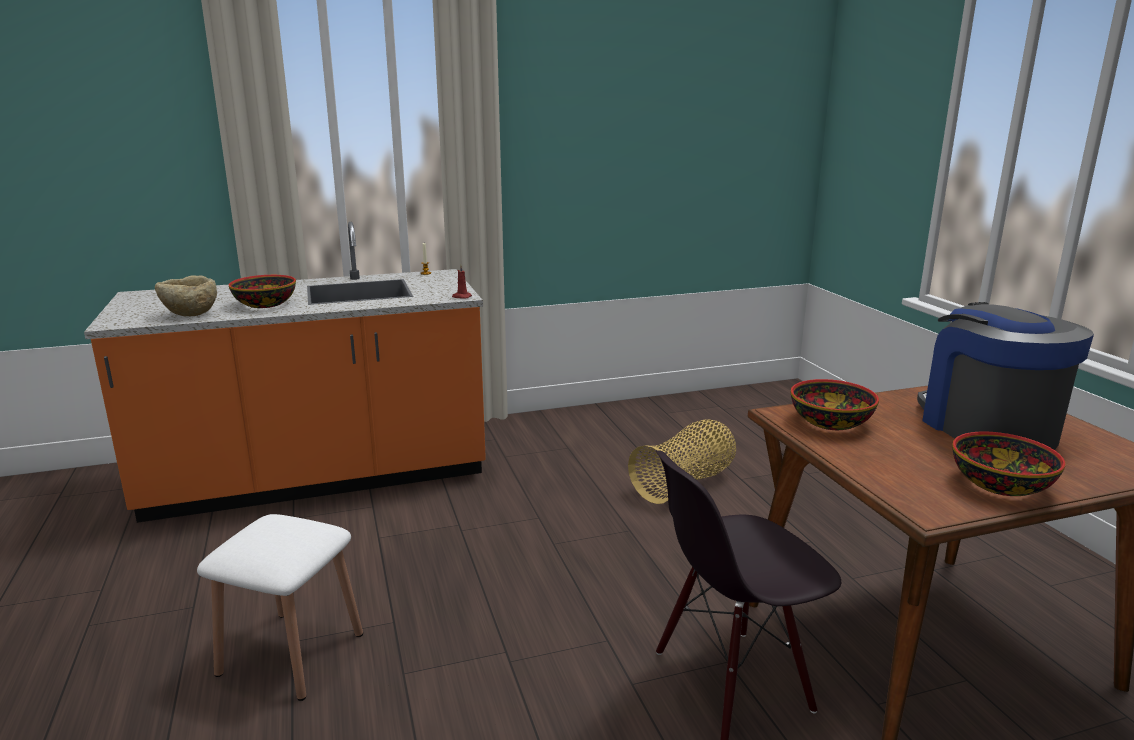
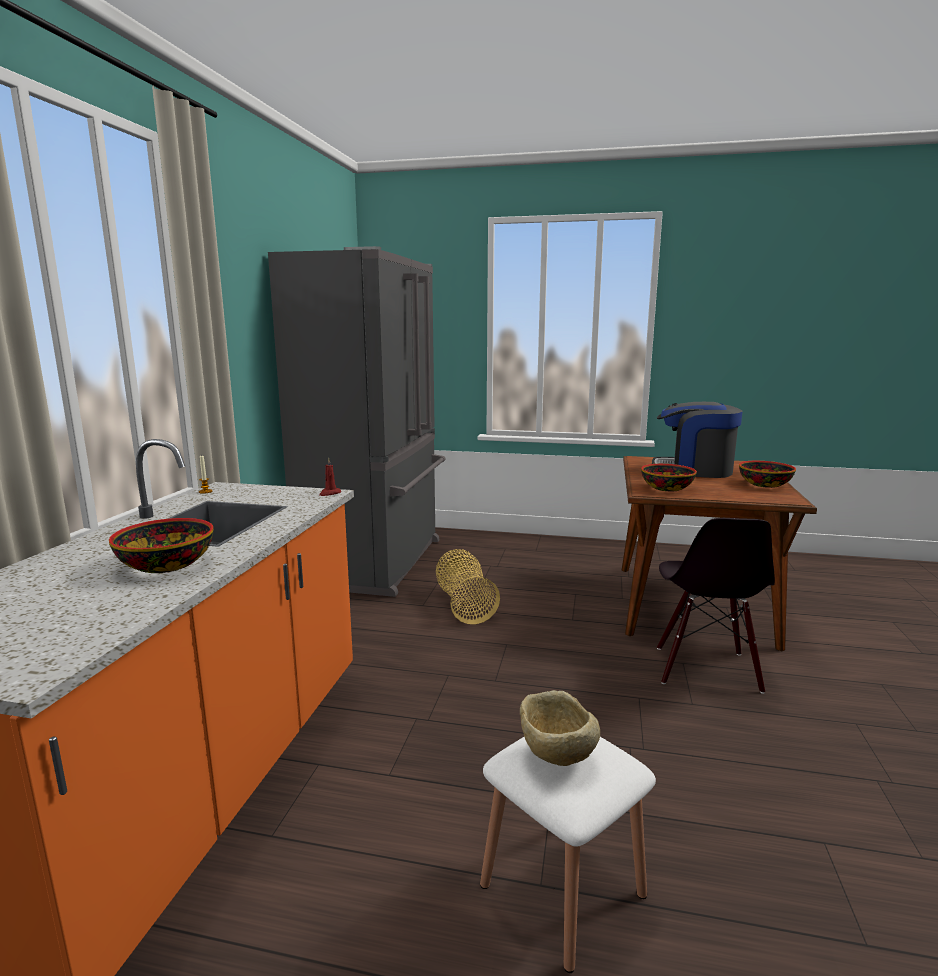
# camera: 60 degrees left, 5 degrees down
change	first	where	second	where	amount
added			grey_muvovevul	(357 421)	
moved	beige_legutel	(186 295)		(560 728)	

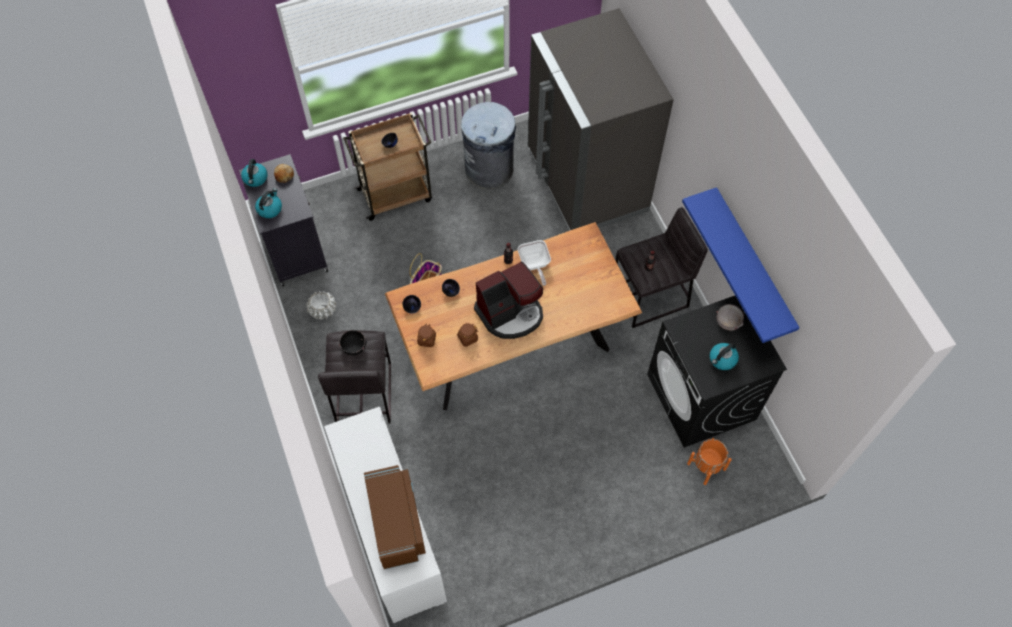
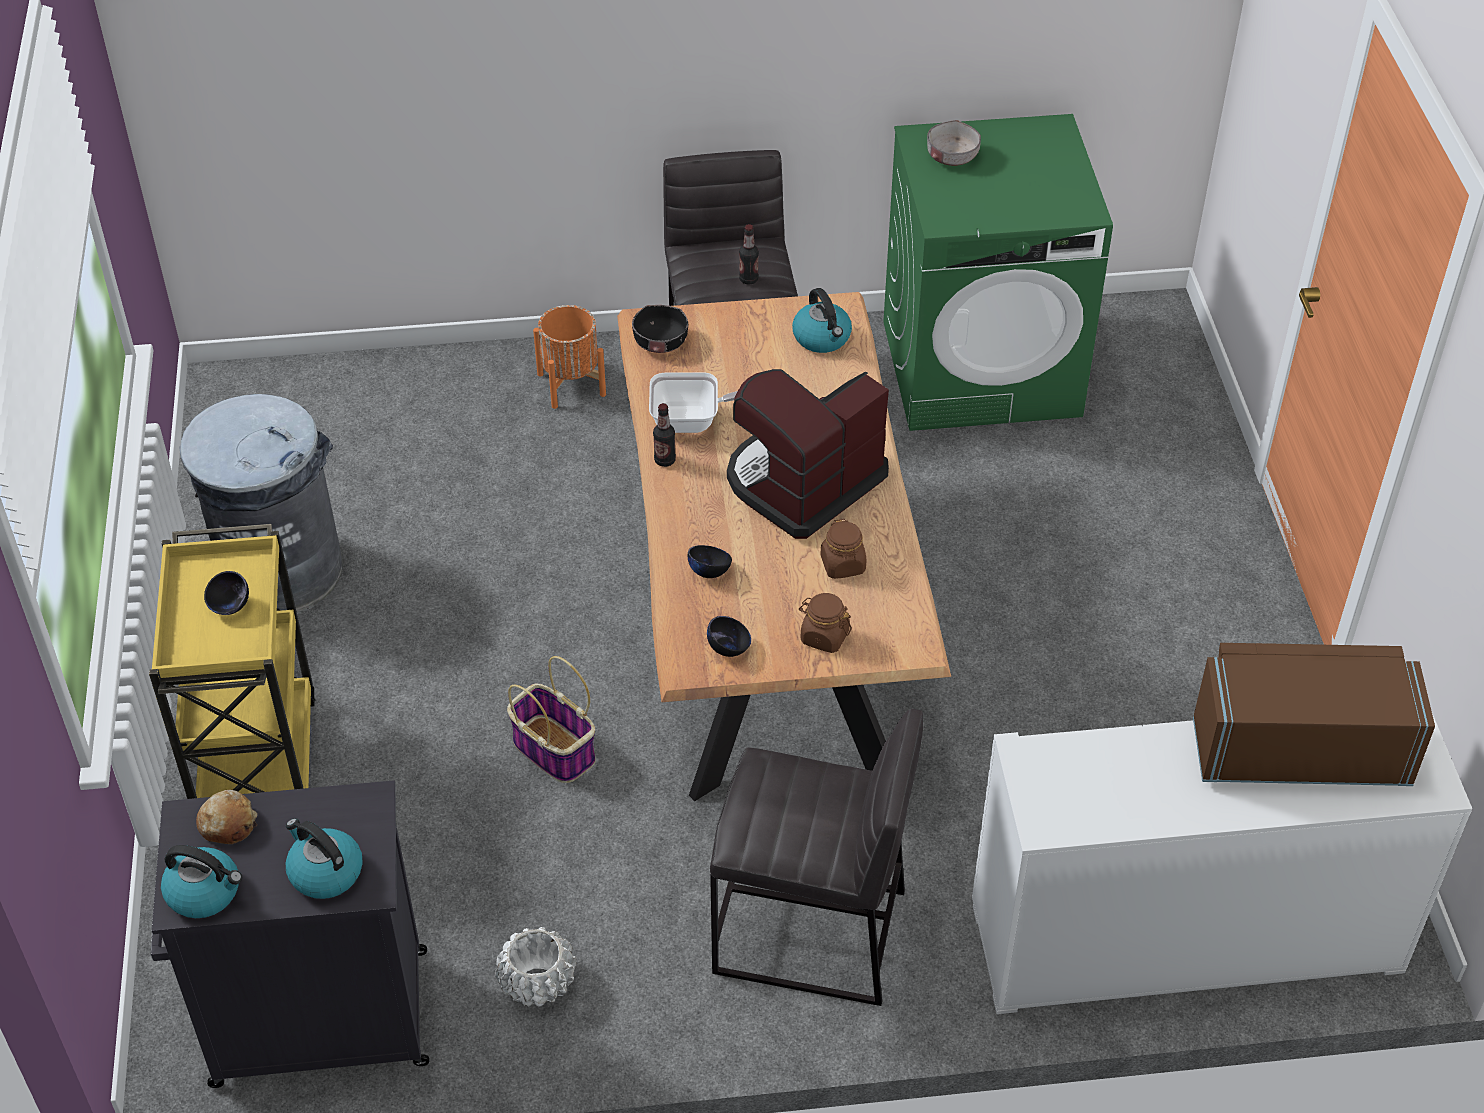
# camera: 75 degrees left, 15 degrees down
change	first	where	second	where	amount
removed	grey_muvovevul	(601 119)			
removed	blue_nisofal	(741 265)			
moved	black_legutel	(353 342)		(660 329)	
moved	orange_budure	(709 461)		(569 357)	
moved	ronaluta	(724 356)		(822 320)	
recoloured	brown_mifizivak	(387 166)	yellow_mifizivak	(232 661)	
recoloured	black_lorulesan	(717 372)	green_lorulesan	(998 272)	
turned	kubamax	(508 300)		(808 454)	120 degrees counterclockwise

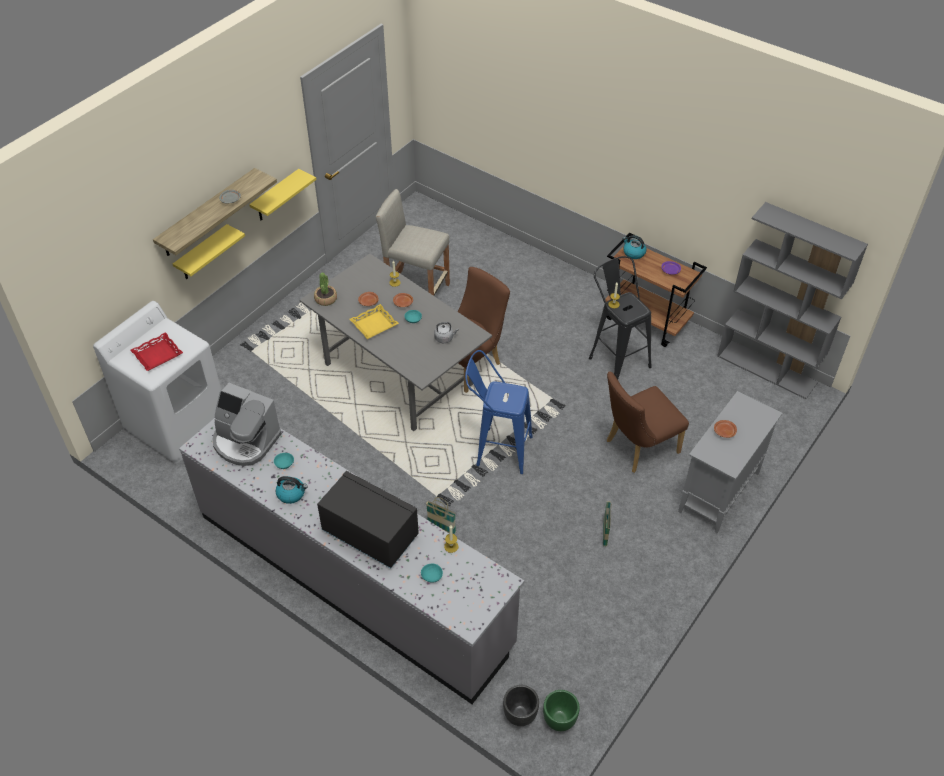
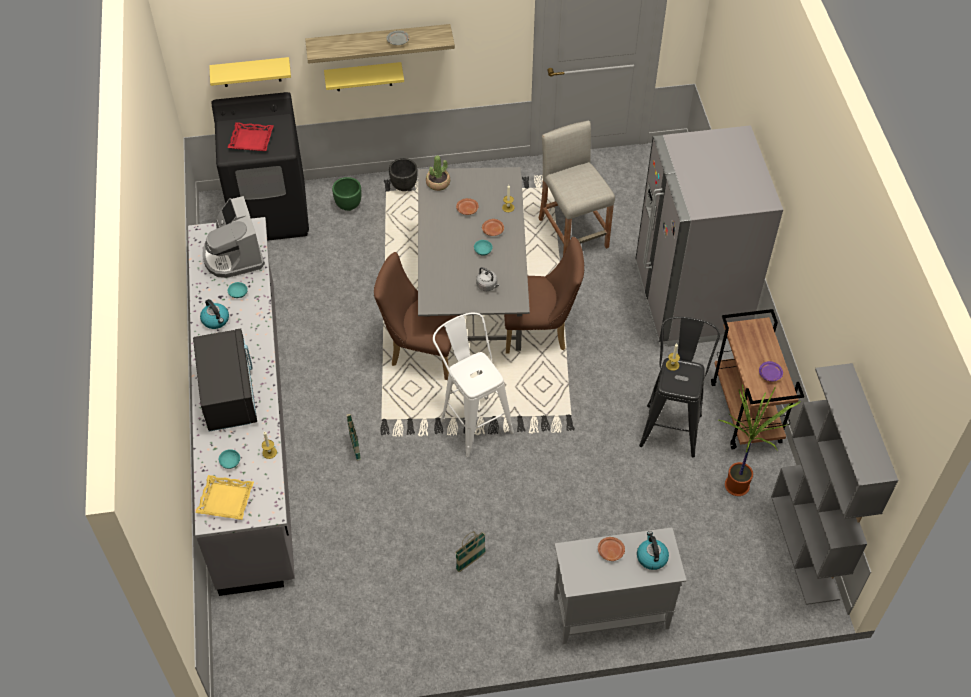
# camera: 45 degrees right, 5 degrees up
change	first	where	second	where	amount
added			grey_muvovevul	(709 236)	
added			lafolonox	(760 440)	
moved	yellow_nisofal	(282 194)		(250 72)	
moved	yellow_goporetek	(374 321)		(224 497)	
moved	black_budure	(521 705)		(403 174)	
moved	green_budure	(561 710)		(346 194)	
moved	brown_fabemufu	(648 422)		(417 316)	
moved	ronaluta	(634 247)		(653 550)	
recoloured	white_lorulesan	(157 382)	black_lorulesan	(260 166)	
recoloured	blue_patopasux	(499 412)	white_patopasux	(473 385)	

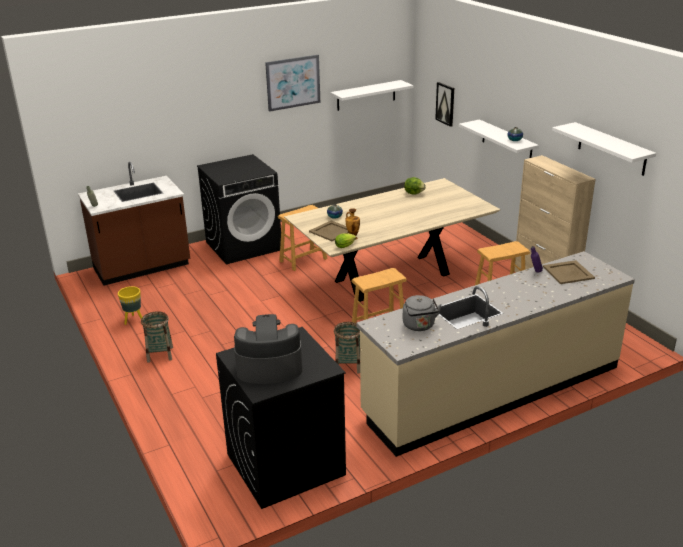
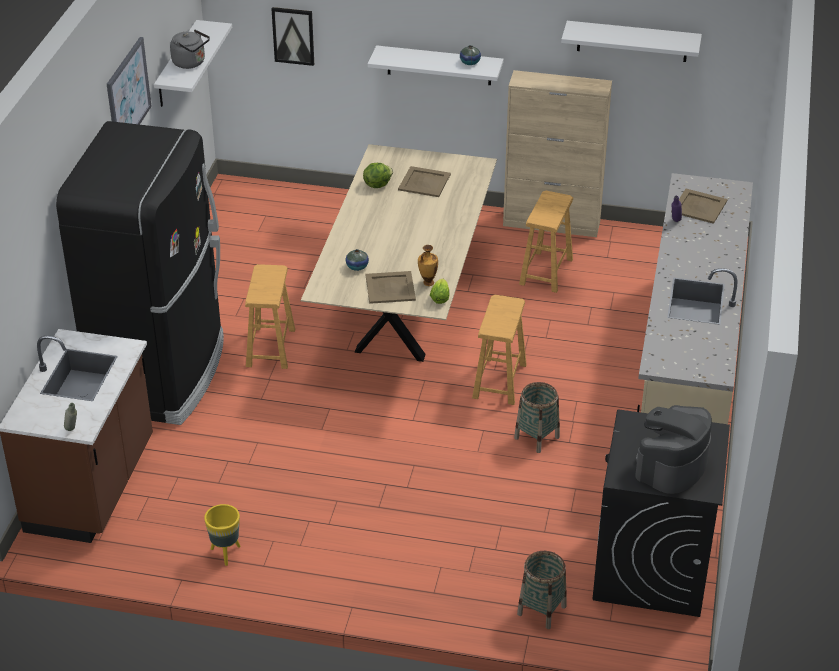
# camera: 50 degrees left, 10 degrees up
change	first	where	second	where	amount
added			beige_goporetek	(424 181)	
moved	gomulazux	(157 337)		(542 590)	
moved	grey_ronaluta	(422 313)		(190 49)	
replaced	black_lorulesan	(239 209)	black_muvovevul	(140 273)	

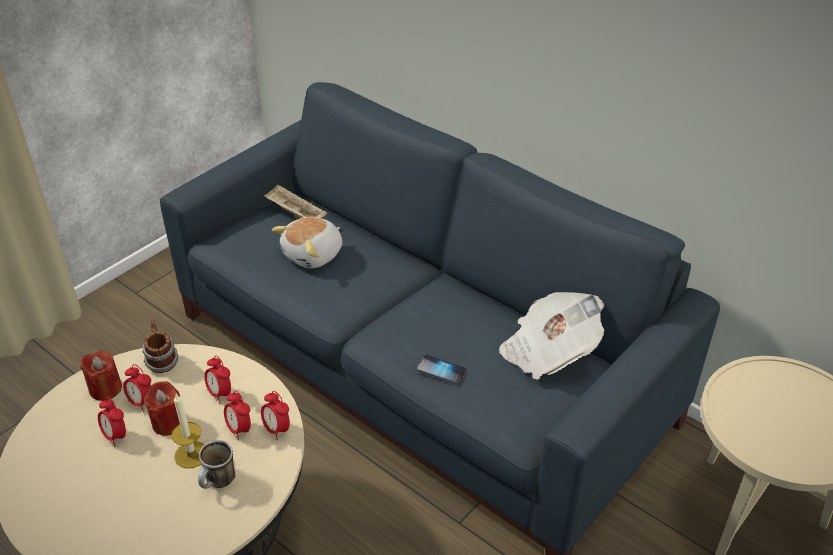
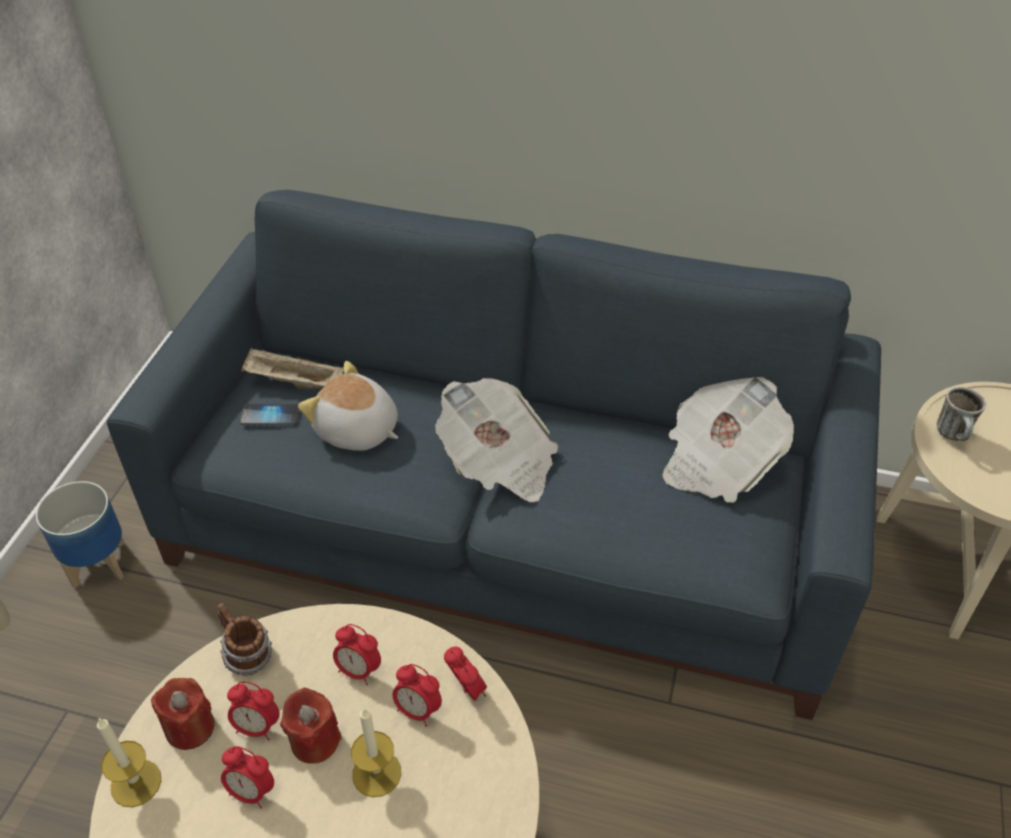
# camera: 25 degrees left, 5 degrees up
change	first	where	second	where	amount
added			budure	(80 534)	
added			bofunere	(129 762)	
added			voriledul	(496 440)	
moved	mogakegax	(216 464)		(961 414)	
moved	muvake	(442 370)		(269 415)	
turned	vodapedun	(275 415)		(465 674)	150 degrees counterclockwise
turned	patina	(307 243)		(348 406)	105 degrees clockwise

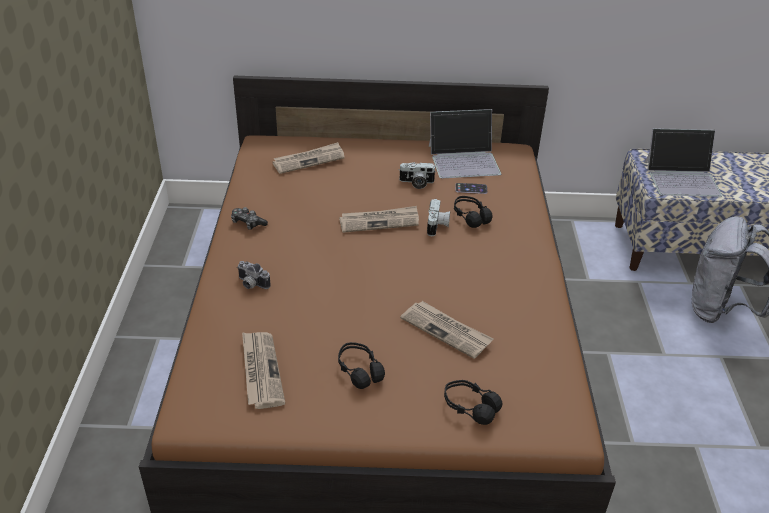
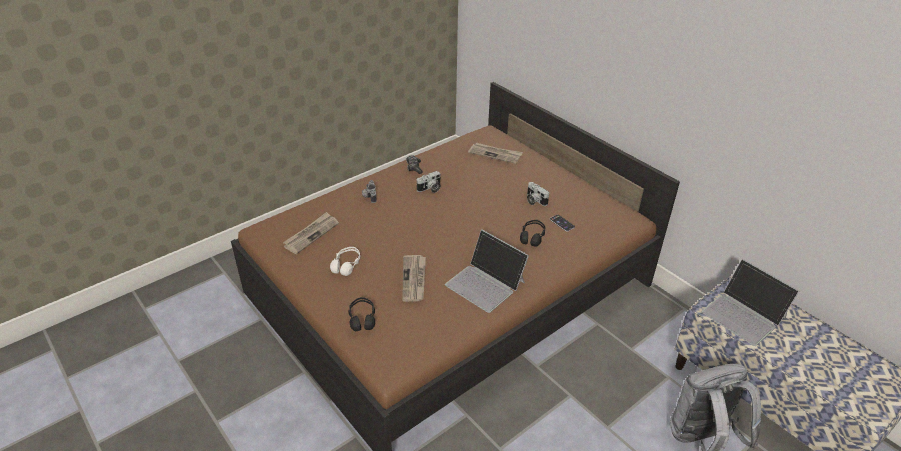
# camera: 50 degrees right, 0 degrees up
change	first	where	second	where	amount
removed	voriledul	(379 219)			
moved	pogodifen	(438 217)		(428 182)	
moved	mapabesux	(465 143)		(487 271)	
recoloured	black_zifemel	(361 365)	white_zifemel	(345 261)	

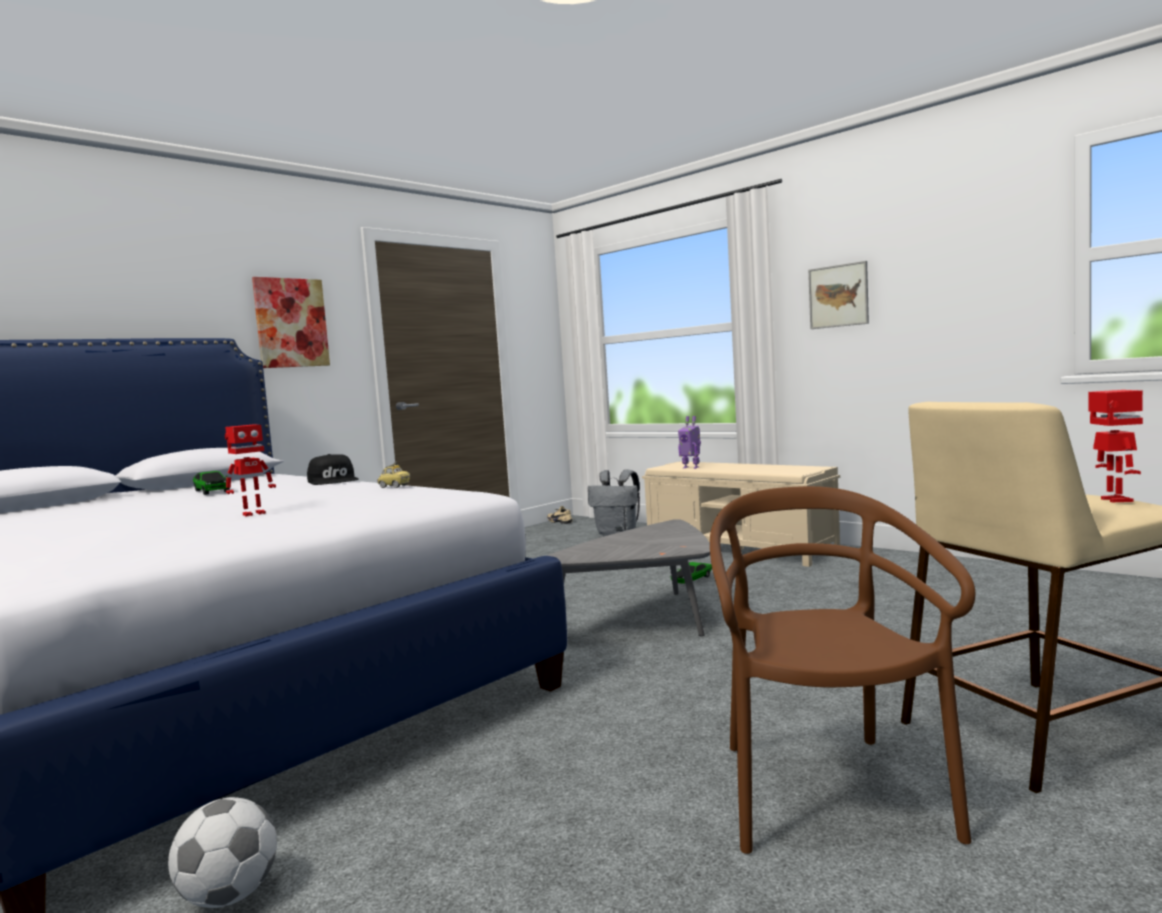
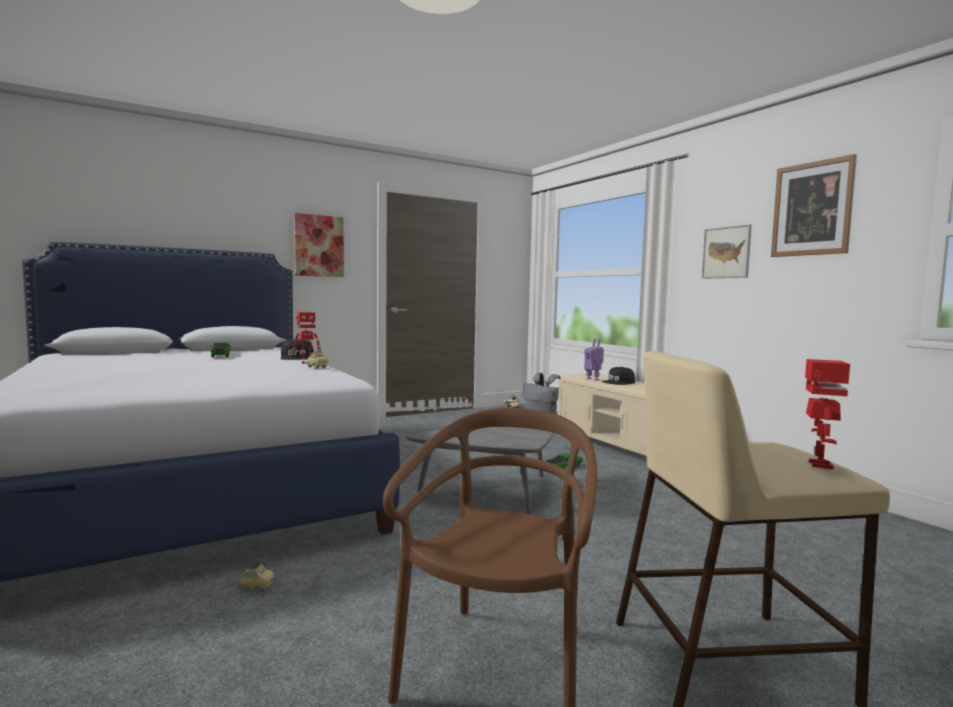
# camera: 15 degrees right, 0 degrees up
change	first	where	second	where	amount
removed	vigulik	(222 852)			
added			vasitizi	(256 576)	
added			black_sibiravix	(618 376)	
added			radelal	(814 205)	
moved	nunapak	(250 471)		(307 338)	

